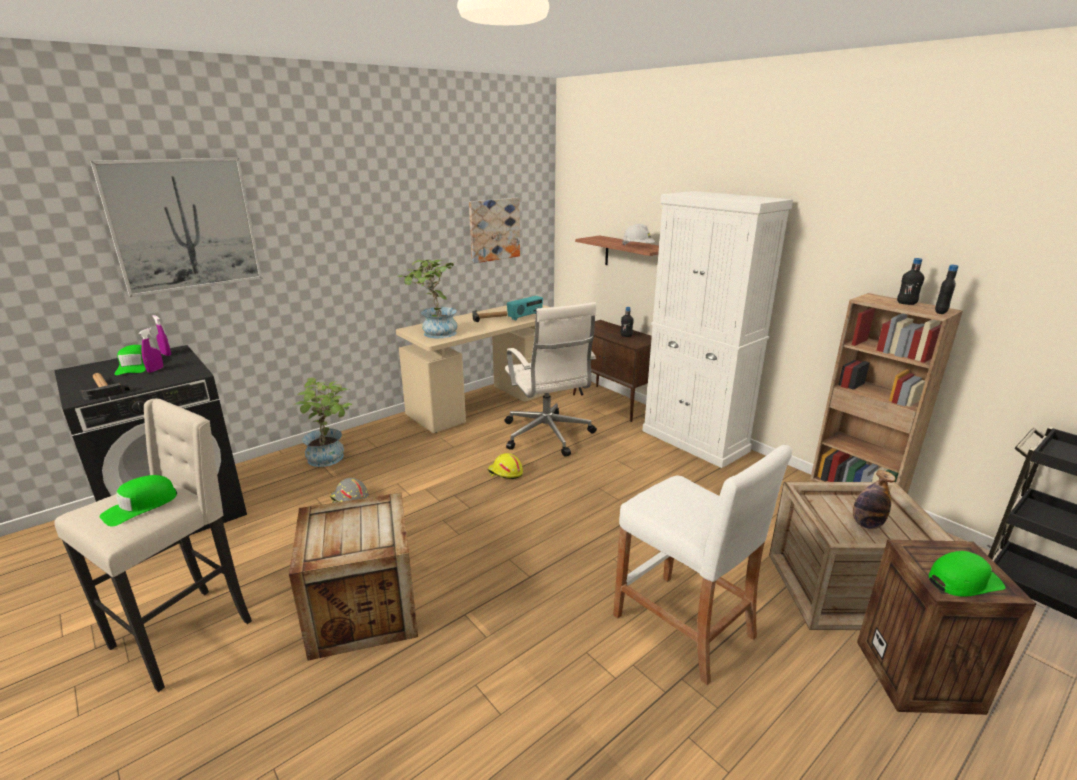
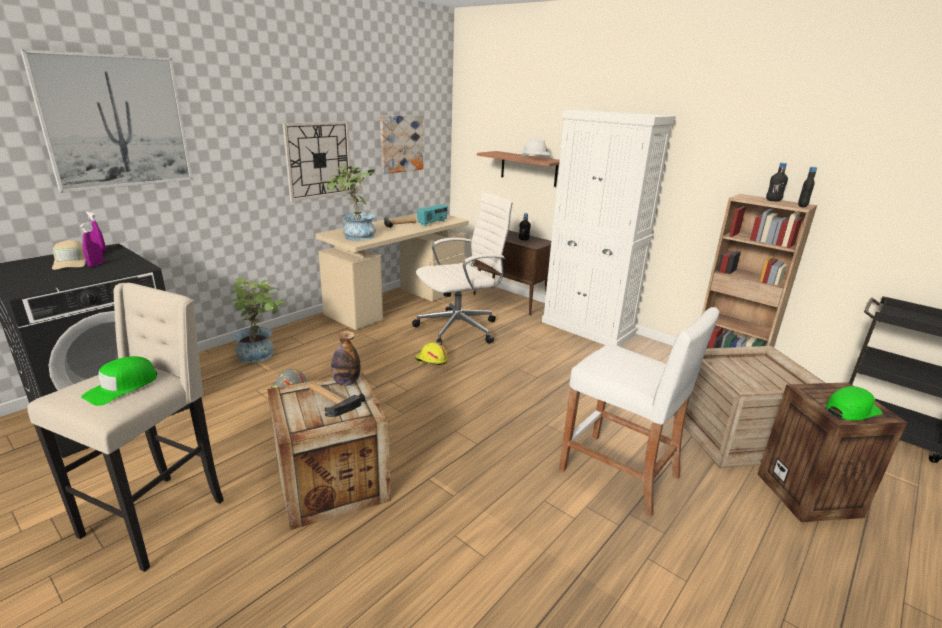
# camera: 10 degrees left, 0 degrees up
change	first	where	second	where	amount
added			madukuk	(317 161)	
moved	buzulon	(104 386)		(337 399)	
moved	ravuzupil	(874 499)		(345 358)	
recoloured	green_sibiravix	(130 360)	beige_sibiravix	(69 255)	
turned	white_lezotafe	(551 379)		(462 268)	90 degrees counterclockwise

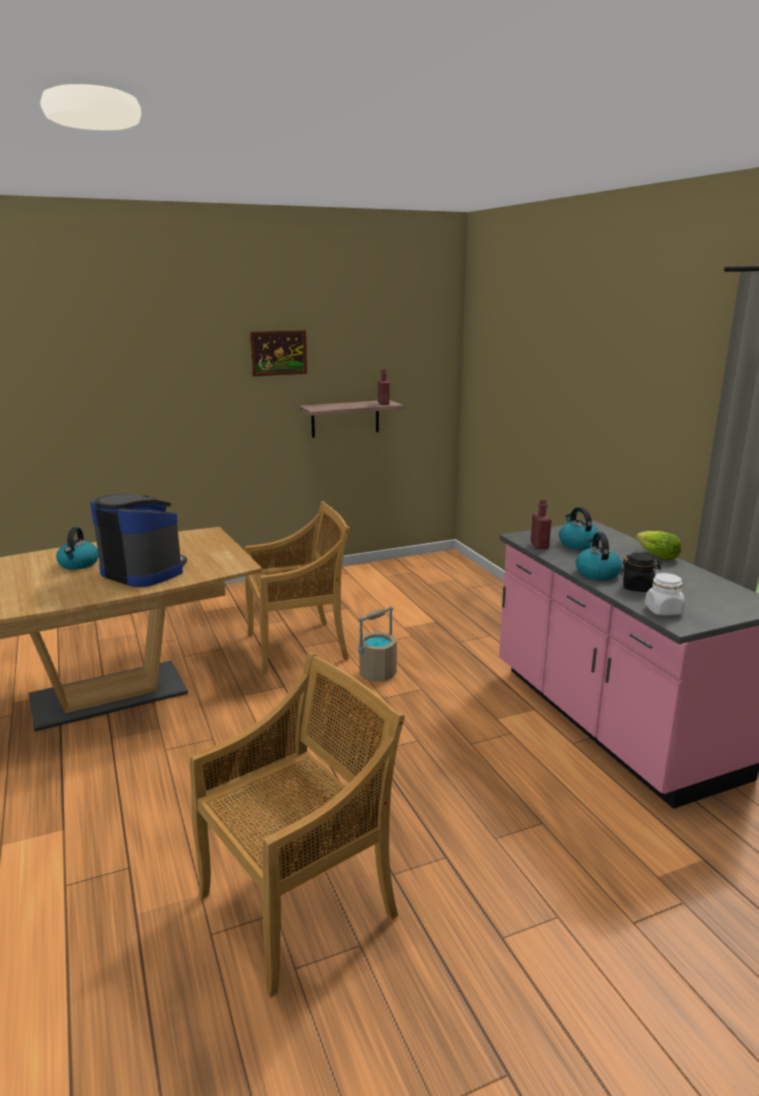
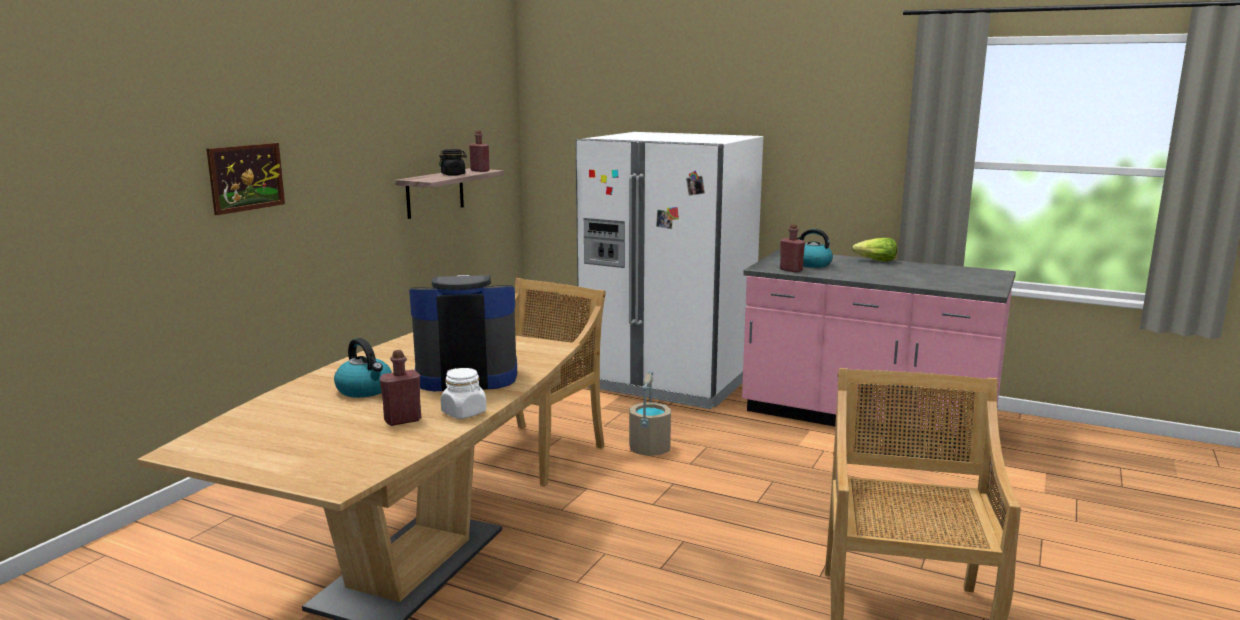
# camera: 40 degrees left, 5 degrees down
change	first	where	second	where	amount
removed	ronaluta	(599 556)			
added			red_ravuzupil	(400 388)	
added			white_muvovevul	(669 270)	
moved	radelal	(278 353)		(246 179)	
moved	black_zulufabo	(640 572)		(453 162)	
moved	white_zulufabo	(665 594)		(464 393)	

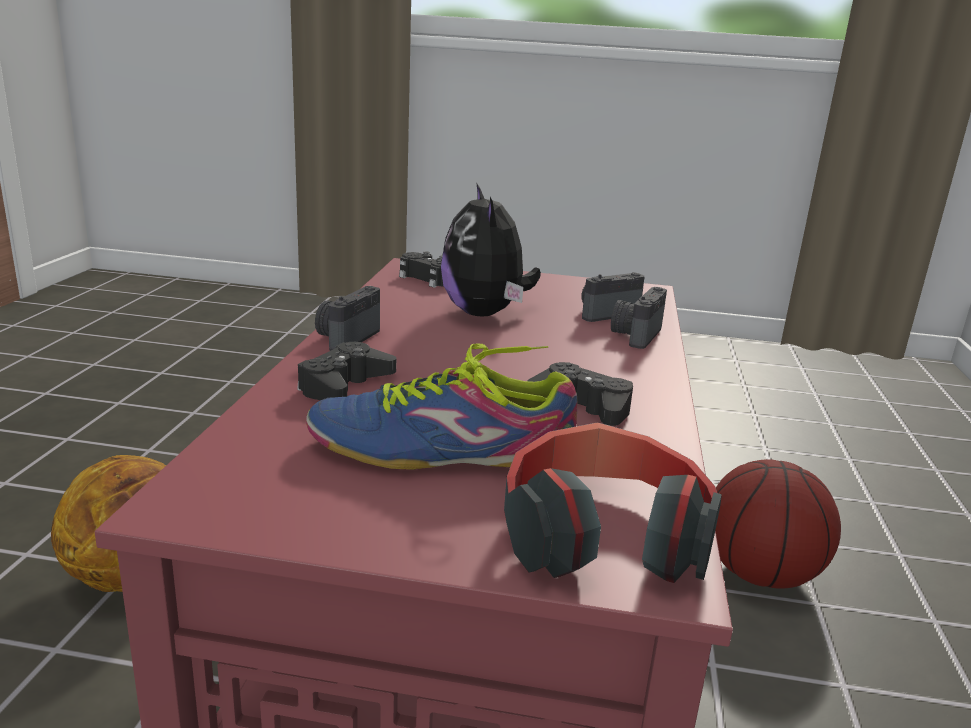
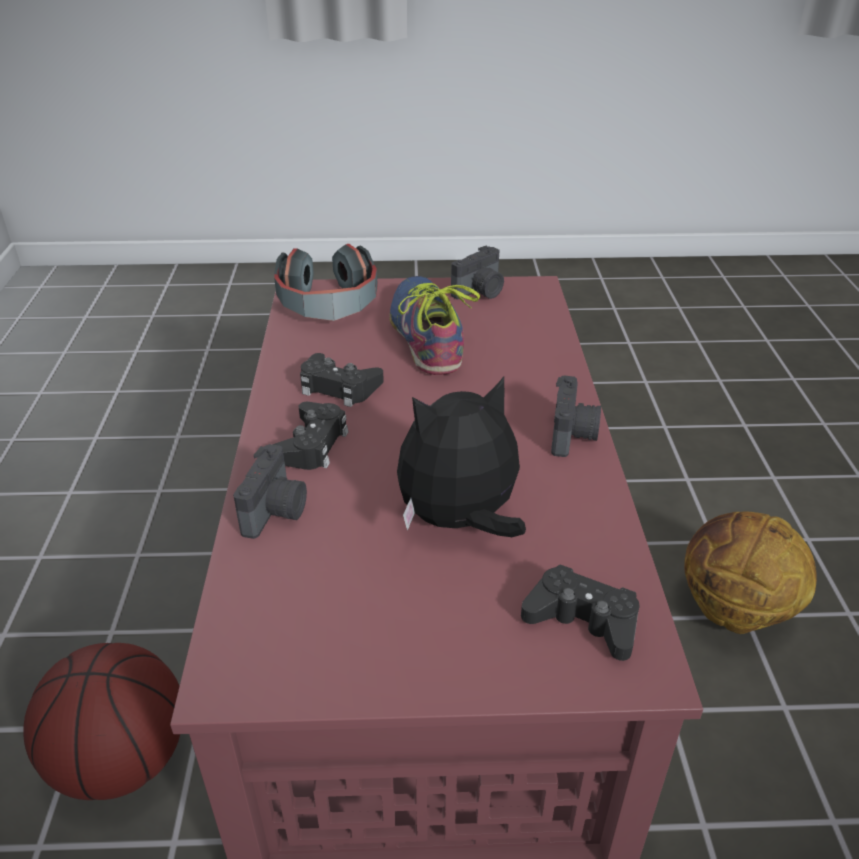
# camera: 170 degrees right, 15 degrees up
change	first	where	second	where	amount
moved	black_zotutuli	(346 371)		(310 436)	
moved	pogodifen	(613 297)		(477 272)	
turned	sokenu	(441 406)		(434 325)	90 degrees counterclockwise
turned	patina	(491 249)		(461 457)	90 degrees counterclockwise

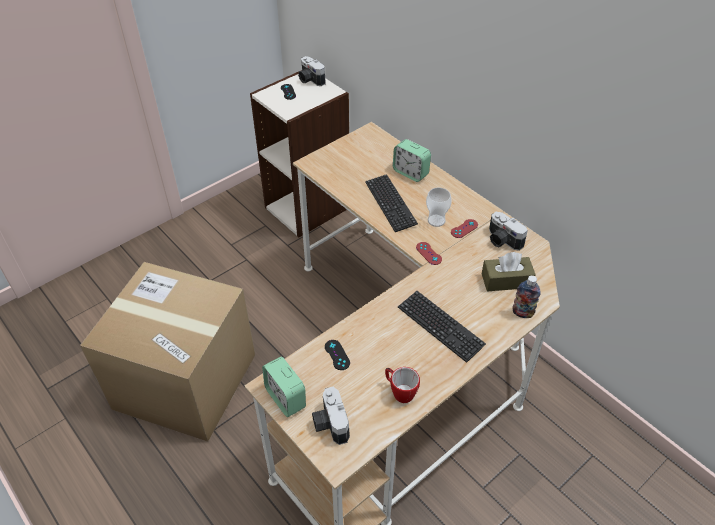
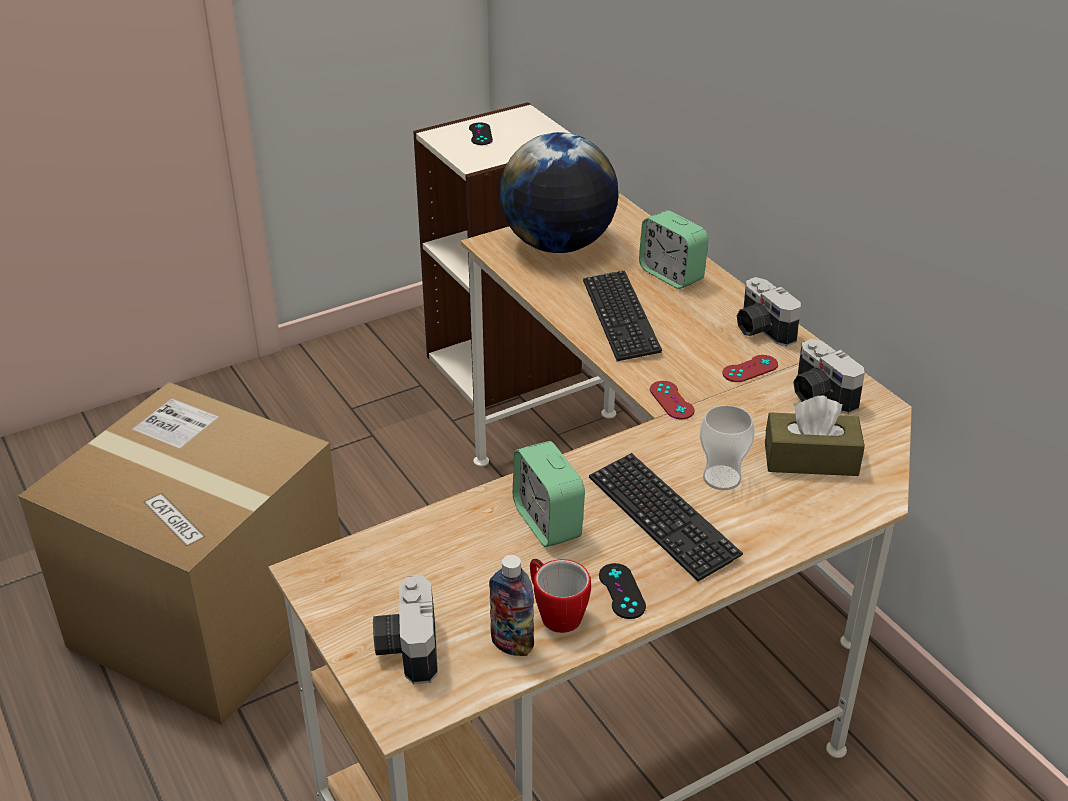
# camera: 10 degrees right, 10 degrees down
change	first	where	second	where	amount
added			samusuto	(559 192)	
moved	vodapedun	(284 387)		(549 494)	
moved	pogodifen	(312 71)		(769 311)	
moved	black_zotutuli	(337 355)		(622 591)	
moved	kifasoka	(439 207)		(727 447)	
moved	ravuzupil	(526 296)		(511 605)	

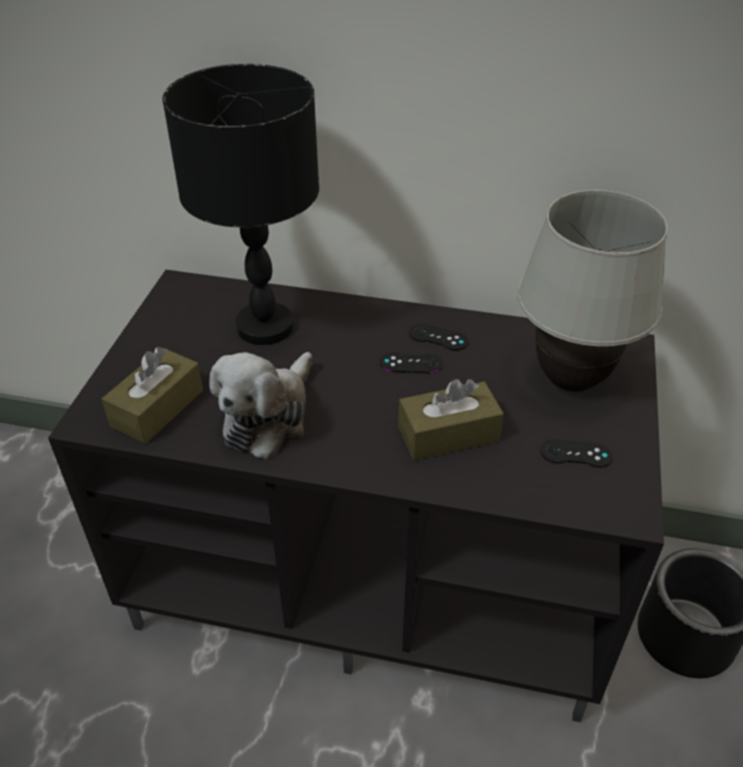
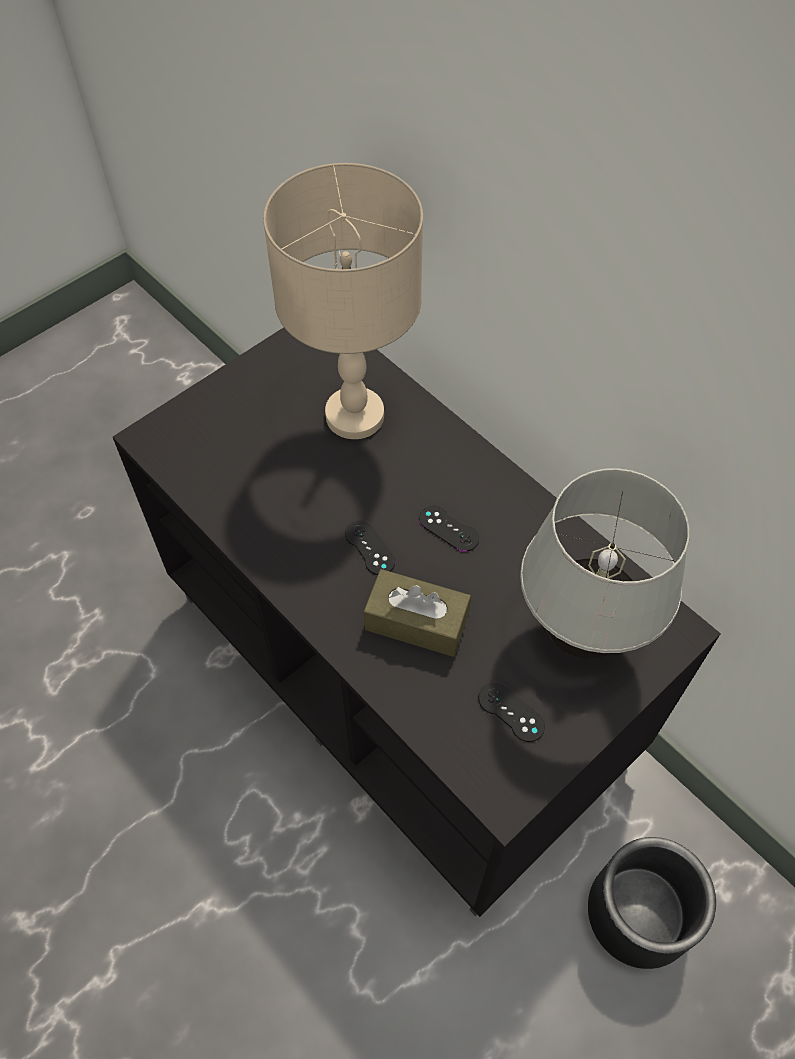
# camera: 35 degrees right, 15 degrees up
change	first	where	second	where	amount
removed	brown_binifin	(152 395)			
removed	patina	(260 405)			
moved	black_zotutuli	(439 337)		(370 548)	
recoloured	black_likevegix	(240 204)	beige_likevegix	(343 301)	

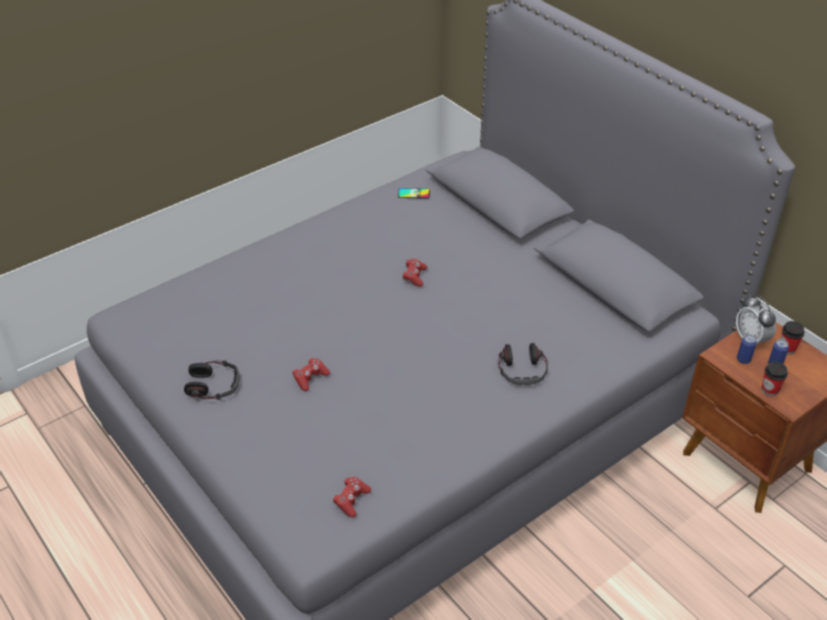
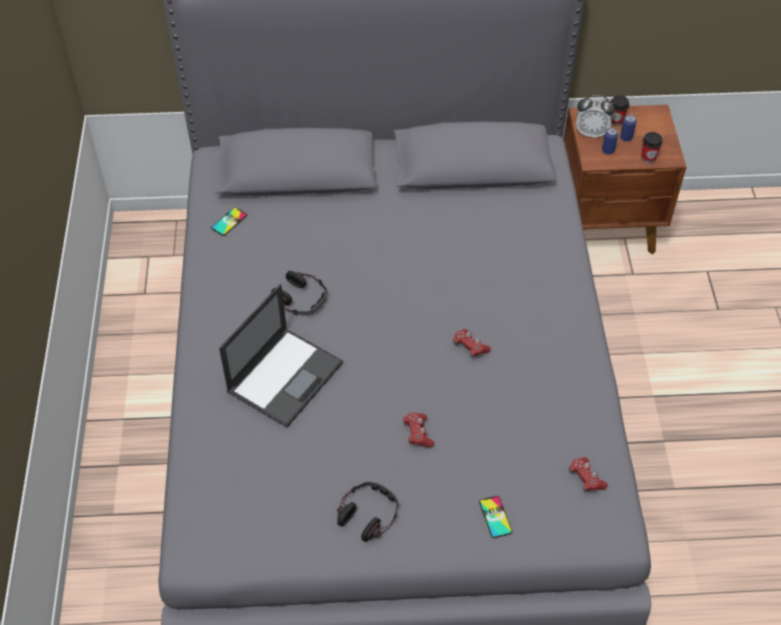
# camera: 55 degrees left, 10 degrees up
change	first	where	second	where	amount
added			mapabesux	(281 356)	
added			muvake	(495 517)	
moved	red_zotutuli	(414 272)		(472 343)	
moved	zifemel	(523 364)		(299 293)	

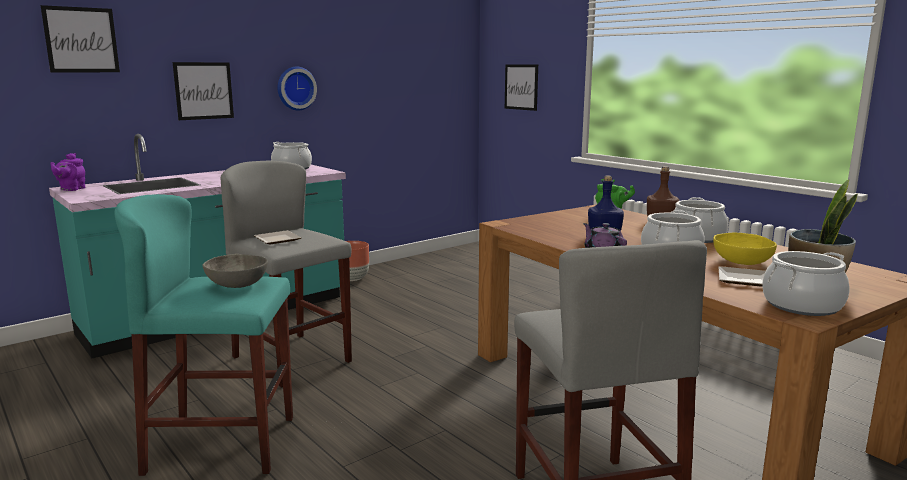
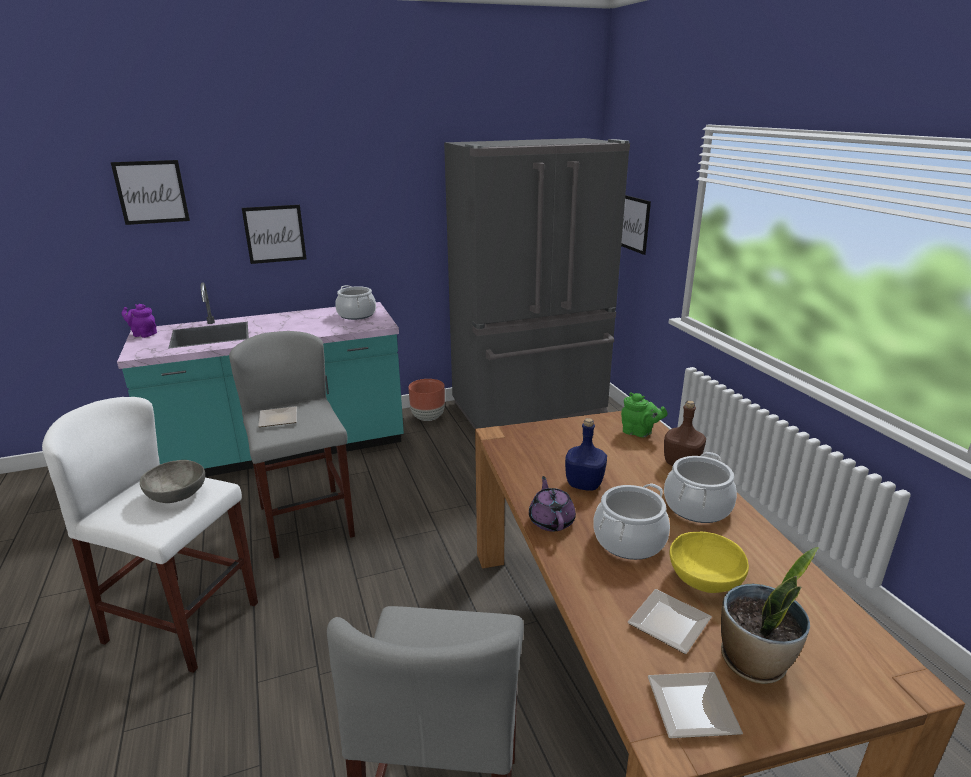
# camera: 20 degrees right, 10 degrees up
change	first	where	second	where	amount
removed	madukuk	(297 88)			
added			grey_muvovevul	(537 283)	
replaced	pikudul	(806 283)	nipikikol	(695 705)	
recoloured	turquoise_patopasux	(203 335)	white_patopasux	(150 535)	
turned	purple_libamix	(67 172)		(139 321)	75 degrees clockwise

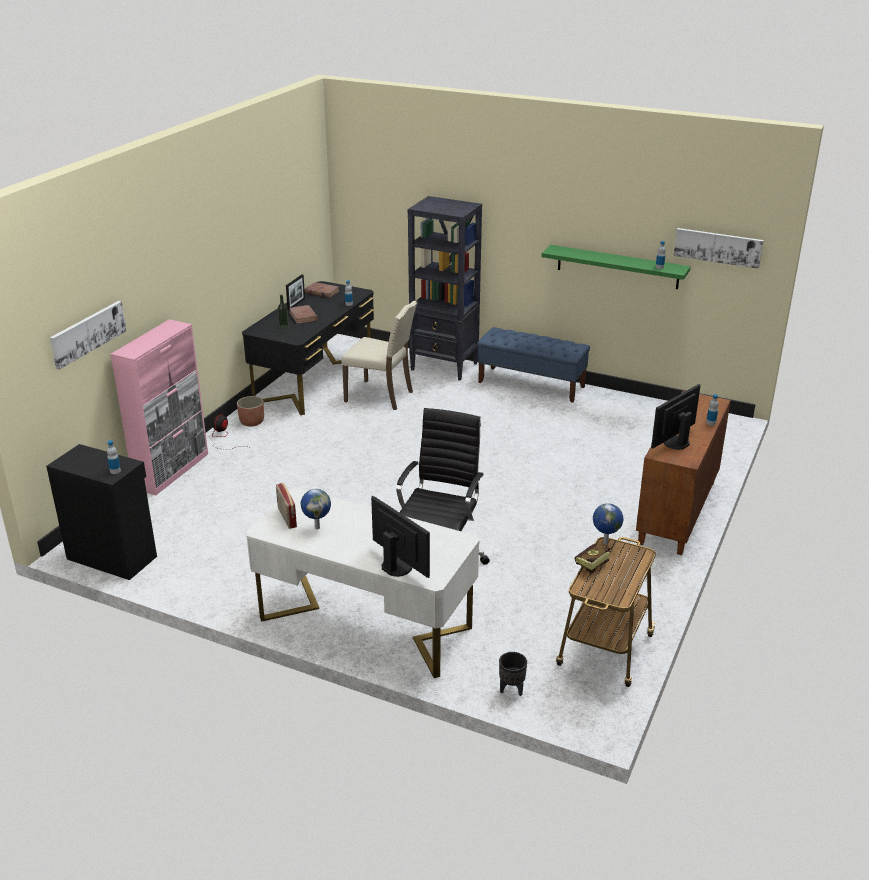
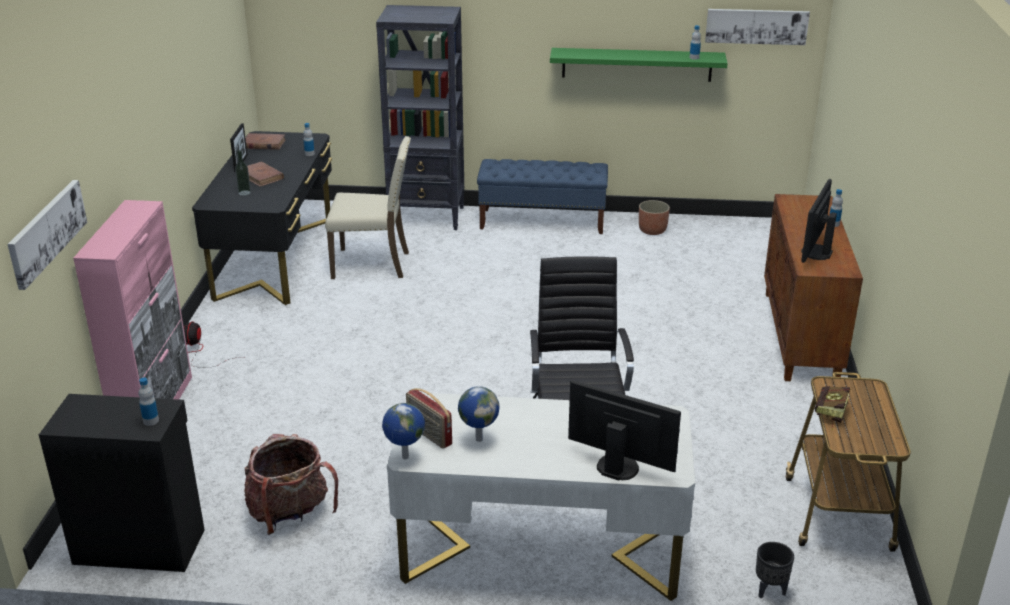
# camera: 20 degrees left, 0 degrees up
change	first	where	second	where	amount
added			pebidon	(291 484)	
moved	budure	(250 411)		(654 217)	
moved	samusuto	(608 523)		(403 431)	

